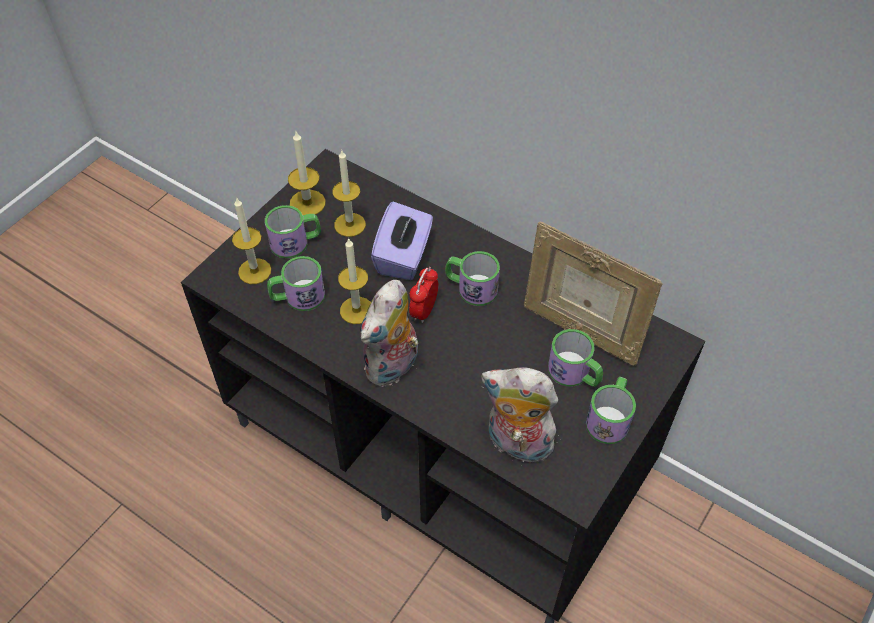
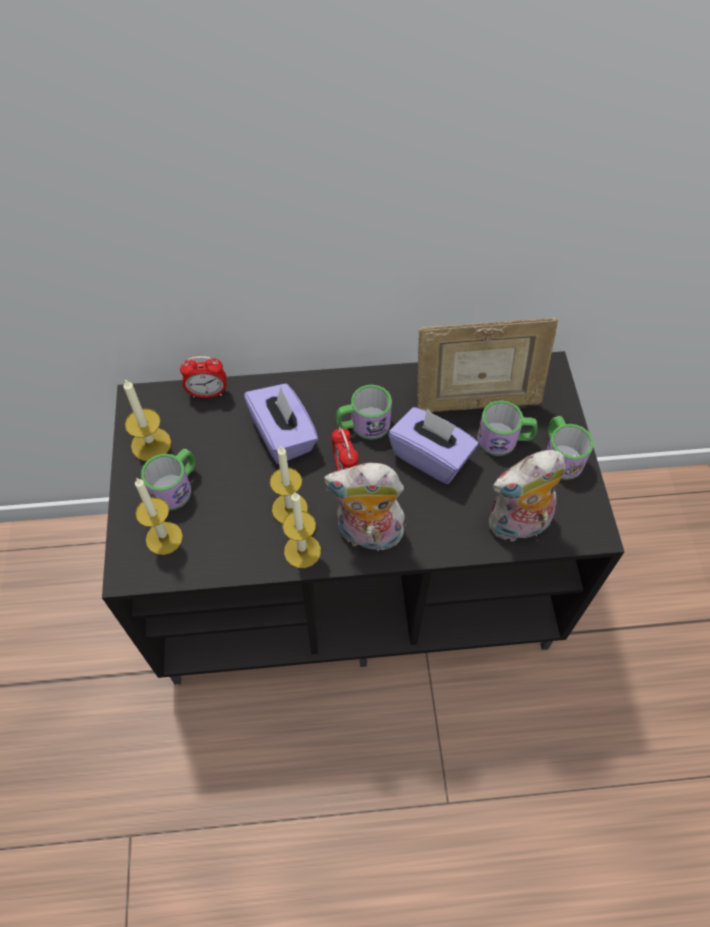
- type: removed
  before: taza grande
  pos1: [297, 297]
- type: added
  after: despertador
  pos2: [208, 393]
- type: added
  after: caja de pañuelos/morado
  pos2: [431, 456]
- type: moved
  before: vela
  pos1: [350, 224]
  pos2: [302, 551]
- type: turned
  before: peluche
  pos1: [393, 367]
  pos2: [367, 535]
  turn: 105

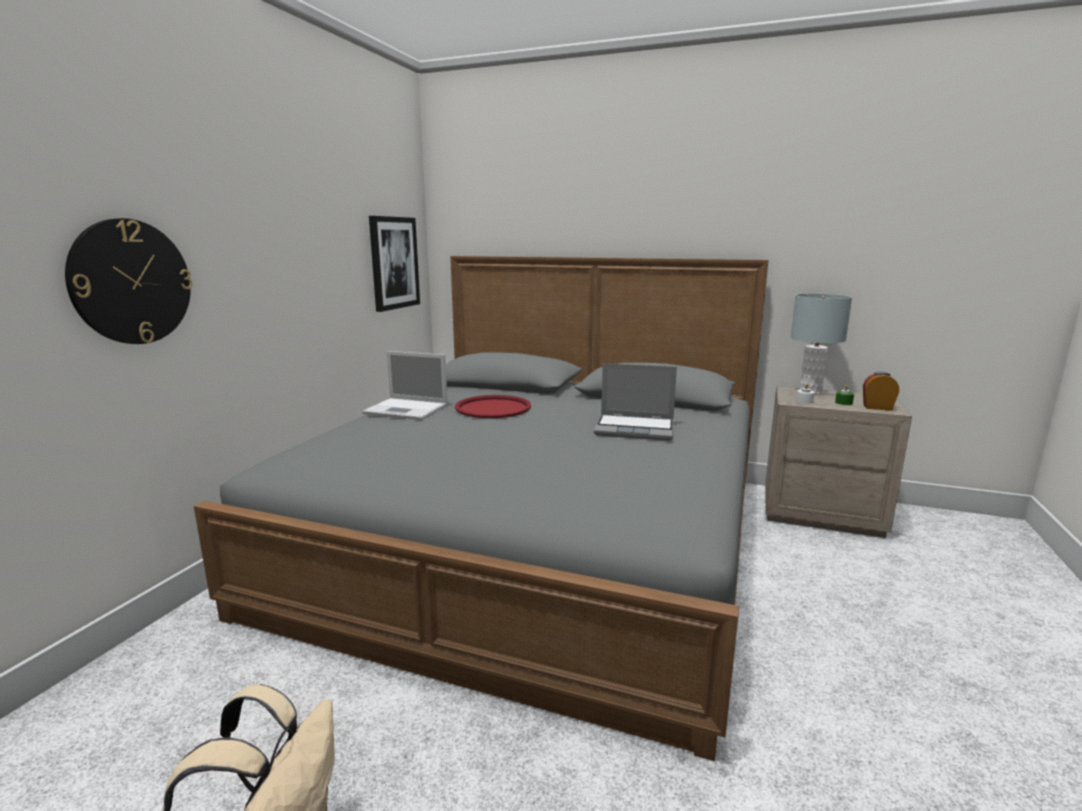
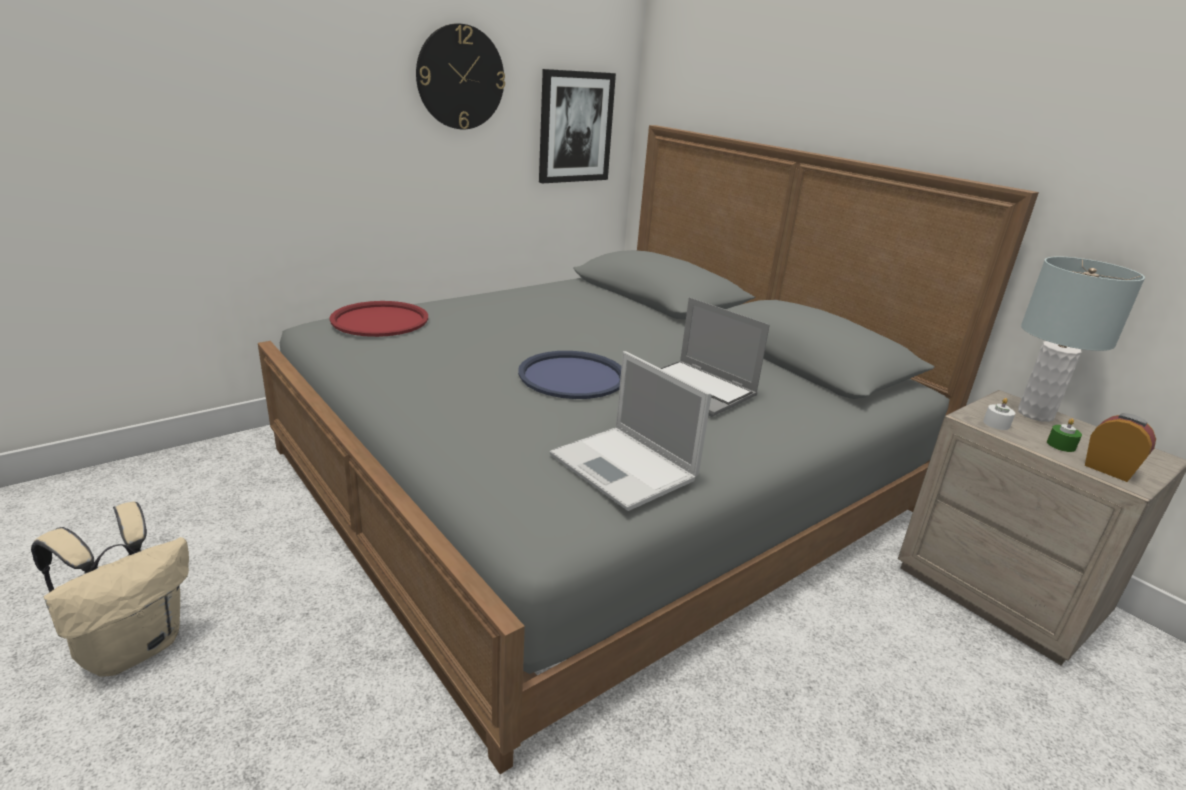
- type: added
  after: bandeja/azul
  pos2: [572, 376]
- type: moved
  before: reloj de pared
  pos1: [131, 282]
  pos2: [460, 77]
- type: moved
  before: portátil
  pos1: [407, 409]
  pos2: [625, 468]
- type: moved
  before: bandeja/rojo
  pos1: [493, 408]
  pos2: [380, 320]

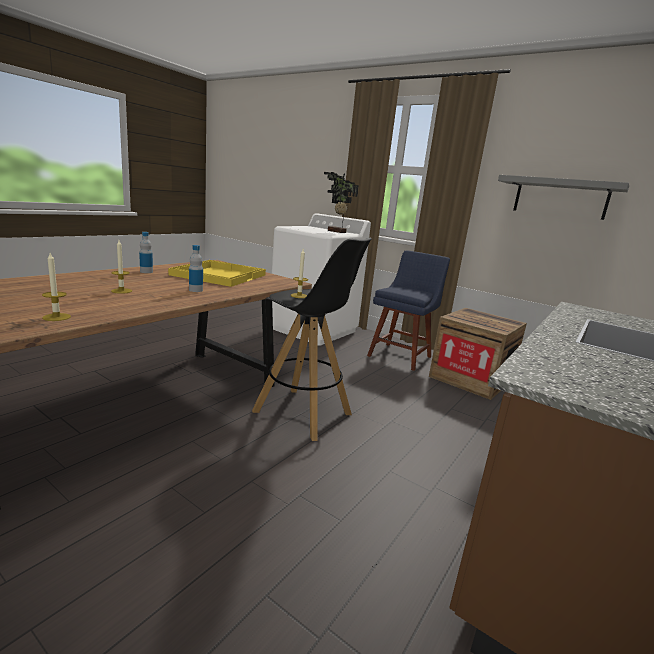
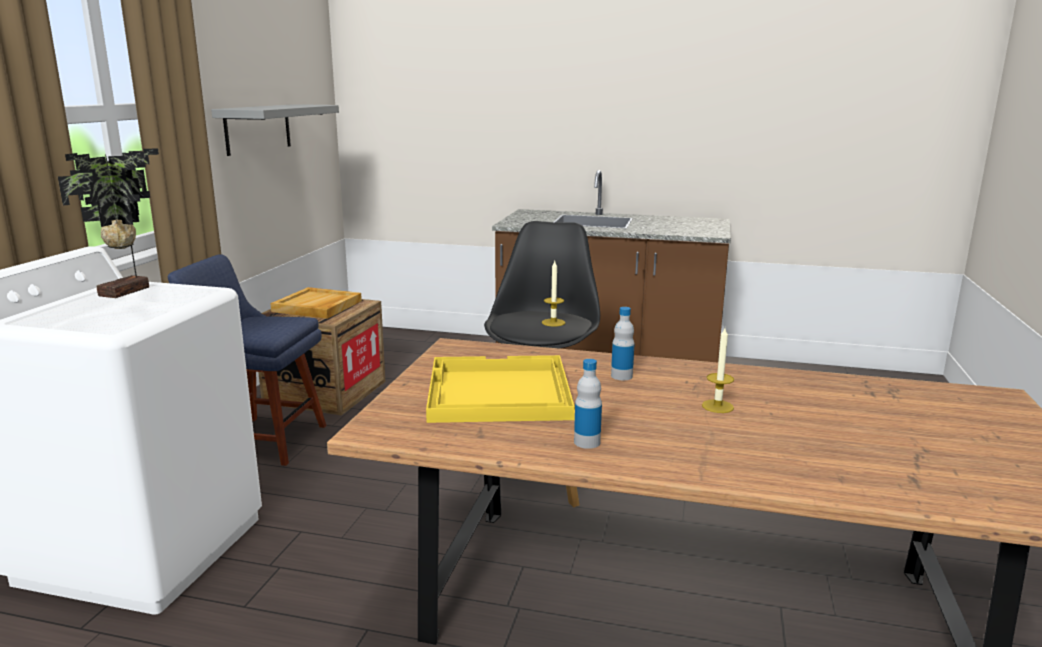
- type: removed
  before: vela
  pos1: [56, 317]
- type: added
  after: bandeja/beis
  pos2: [317, 306]

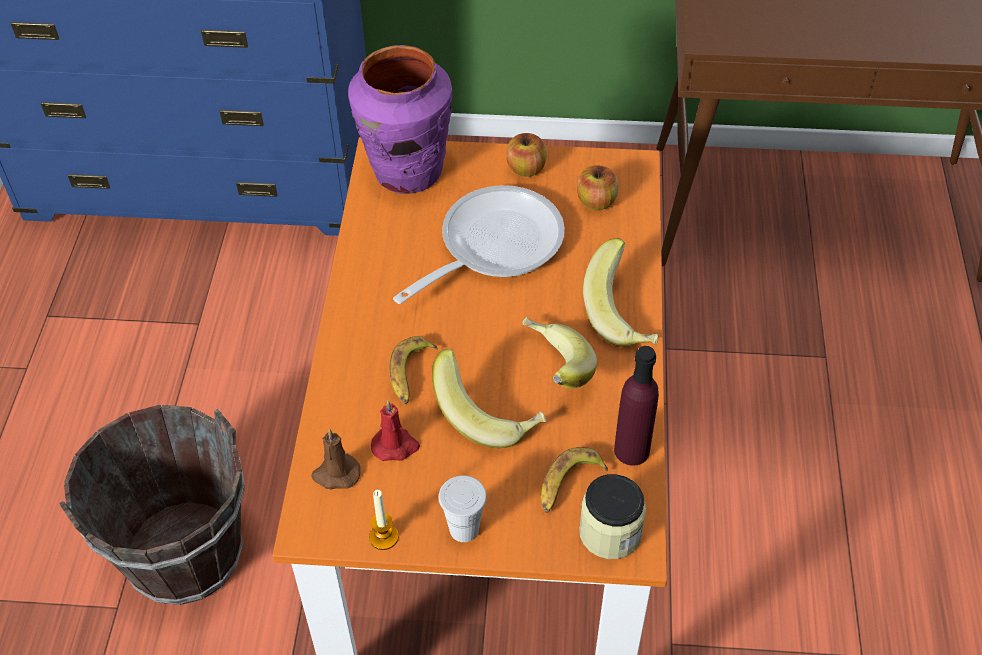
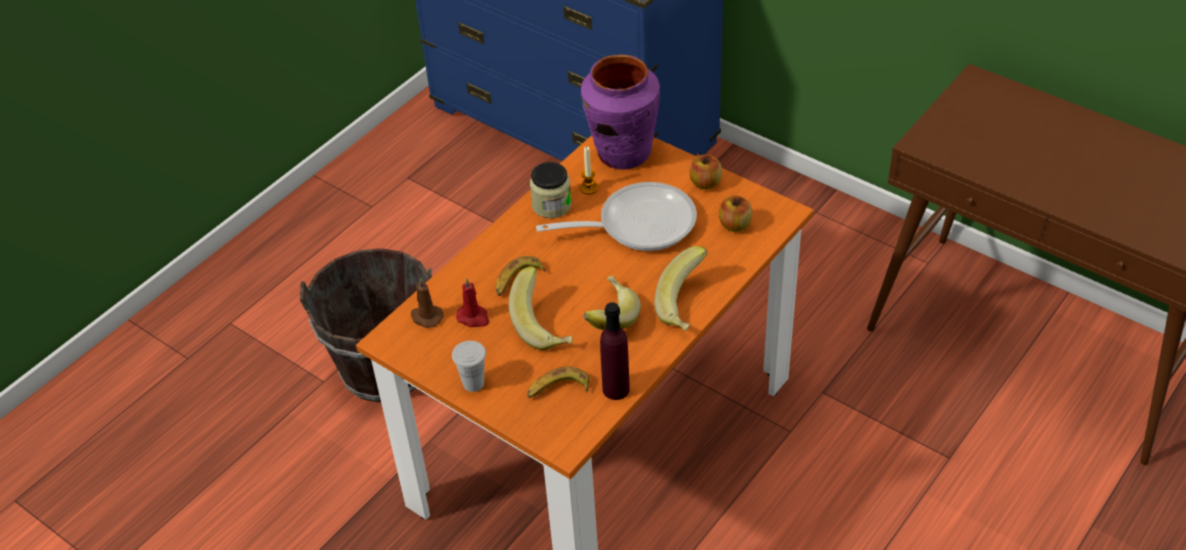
- type: moved
  before: vela
  pos1: [384, 537]
  pos2: [589, 188]
- type: moved
  before: tarro
  pos1: [610, 532]
  pos2: [551, 205]

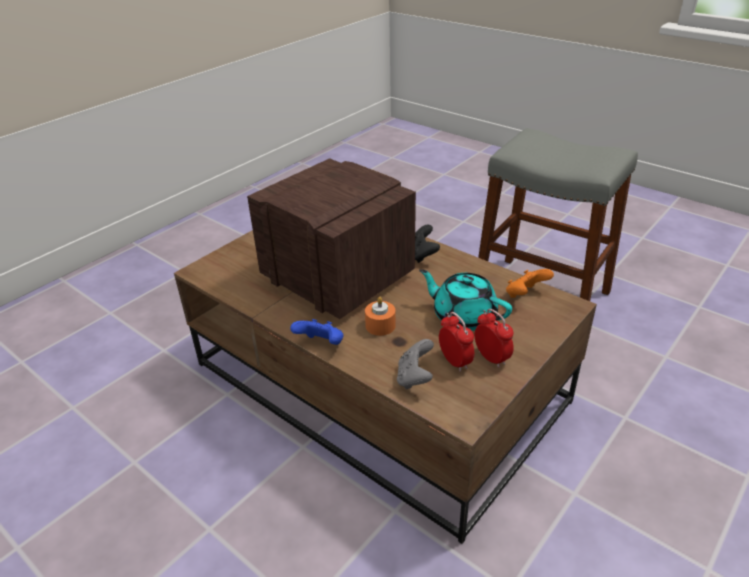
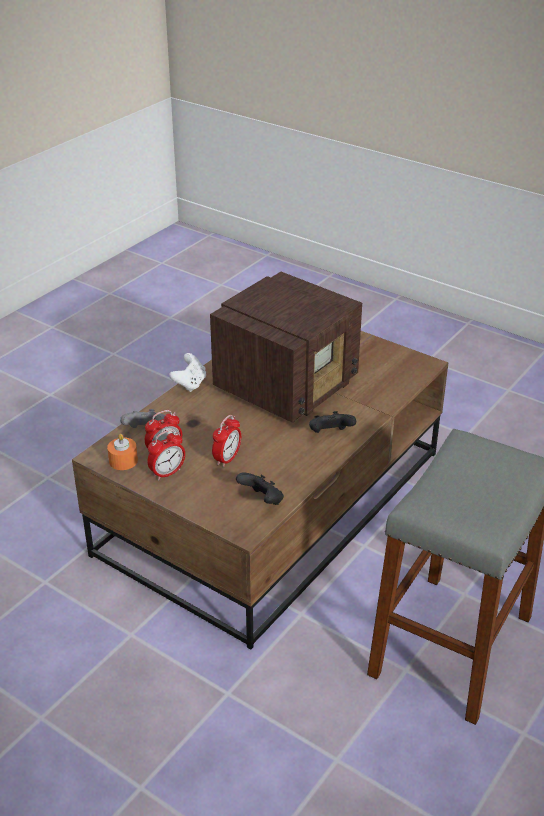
- type: moved
  before: vela/naranja
  pos1: [380, 325]
  pos2: [123, 461]
- type: replaced
  before: tetera/turquesa
  after: despertador
  pos1: [463, 316]
  pos2: [227, 459]
- type: recoloured
  before: mando de consola/azul
  after: mando de consola/blanco
  pos1: [321, 345]
  pos2: [190, 384]
- type: recoloured
  before: mando de consola/naranja
  after: mando de consola/negro
  pos1: [525, 295]
  pos2: [262, 501]

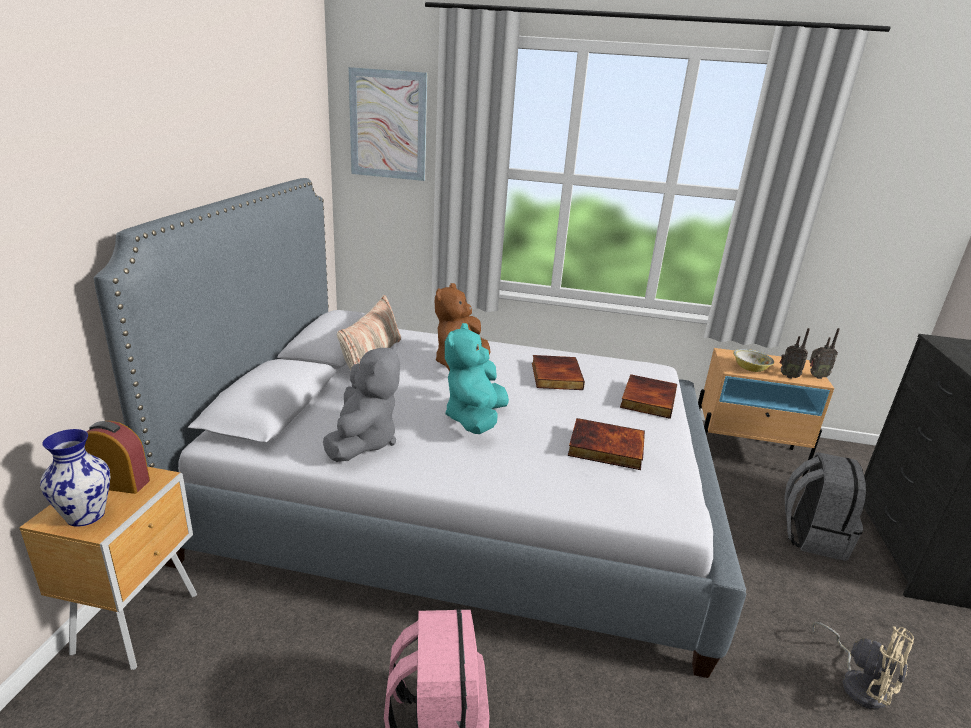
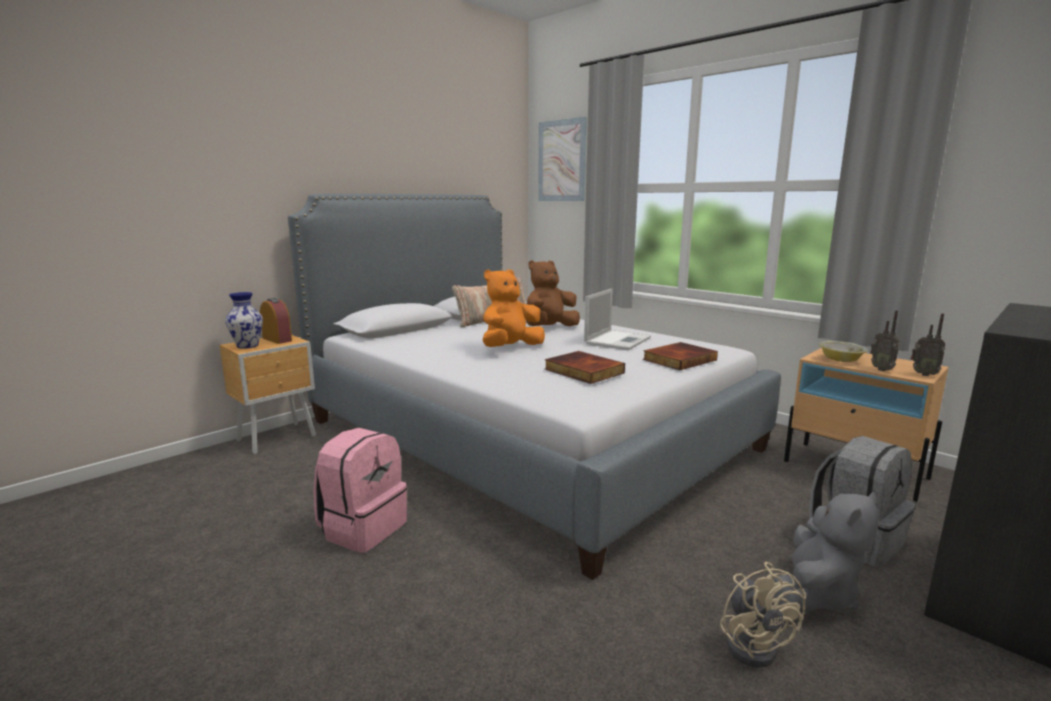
- type: moved
  before: peluche/gris
  pos1: [363, 442]
  pos2: [815, 594]
- type: replaced
  before: libro
  after: portátil
  pos1: [555, 375]
  pos2: [618, 340]
- type: recoloured
  before: peluche/turquesa
  after: peluche/naranja
  pos1: [475, 419]
  pos2: [510, 348]

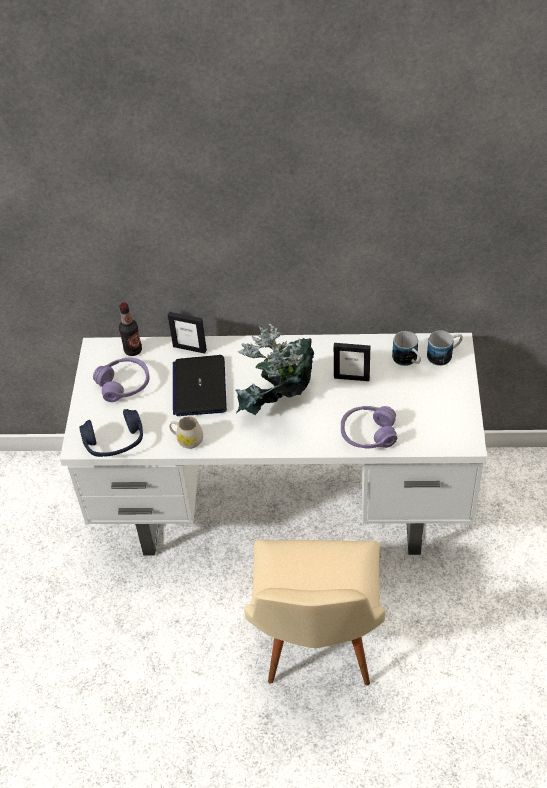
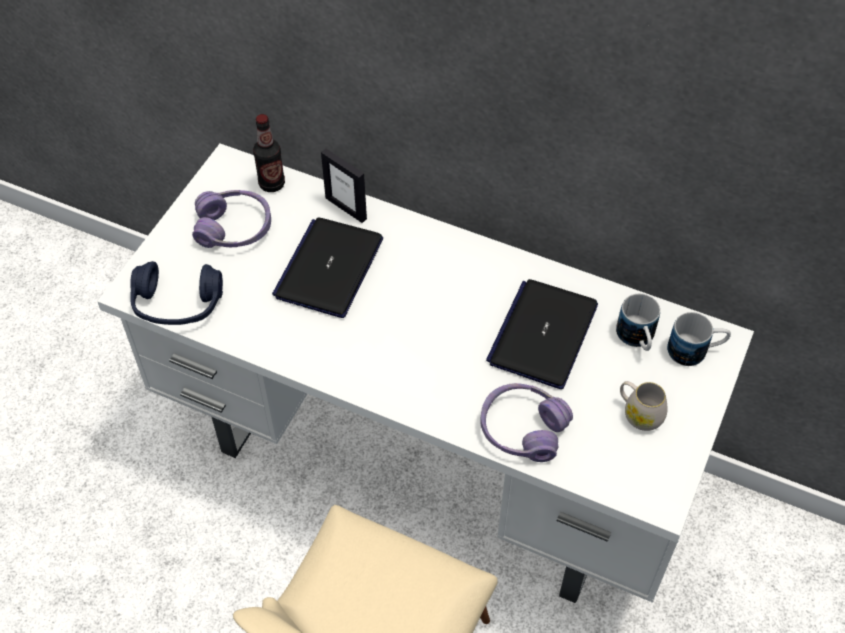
- type: removed
  before: planta en maceta
  pos1: [278, 406]
- type: moved
  before: taza grande/blanco
  pos1: [187, 440]
  pos2: [639, 413]
- type: replaced
  before: portarretratos
  after: portátil
  pos1: [351, 377]
  pos2: [543, 334]

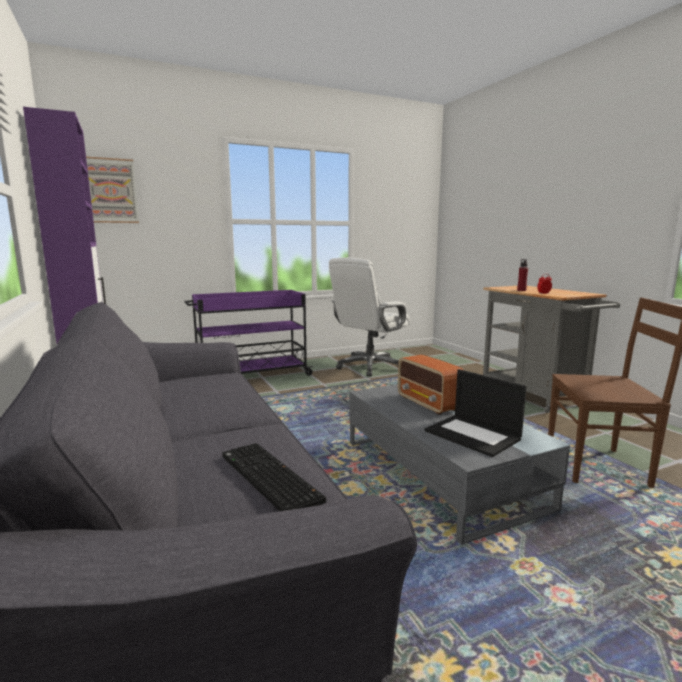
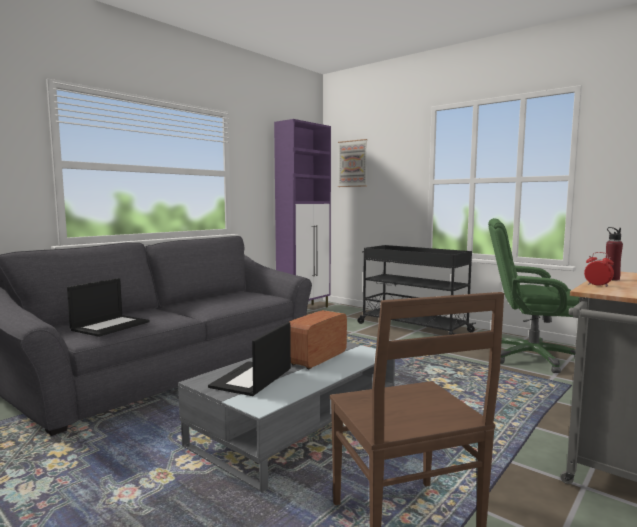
- type: replaced
  before: teclado
  after: portátil
  pos1: [266, 478]
  pos2: [111, 326]
- type: recoloured
  before: carrito/morado
  after: carrito/negro
  pos1: [251, 376]
  pos2: [412, 327]
- type: recoloured
  before: silla de oficina/blanco
  after: silla de oficina/verde
  pos1: [369, 367]
  pos2: [531, 358]

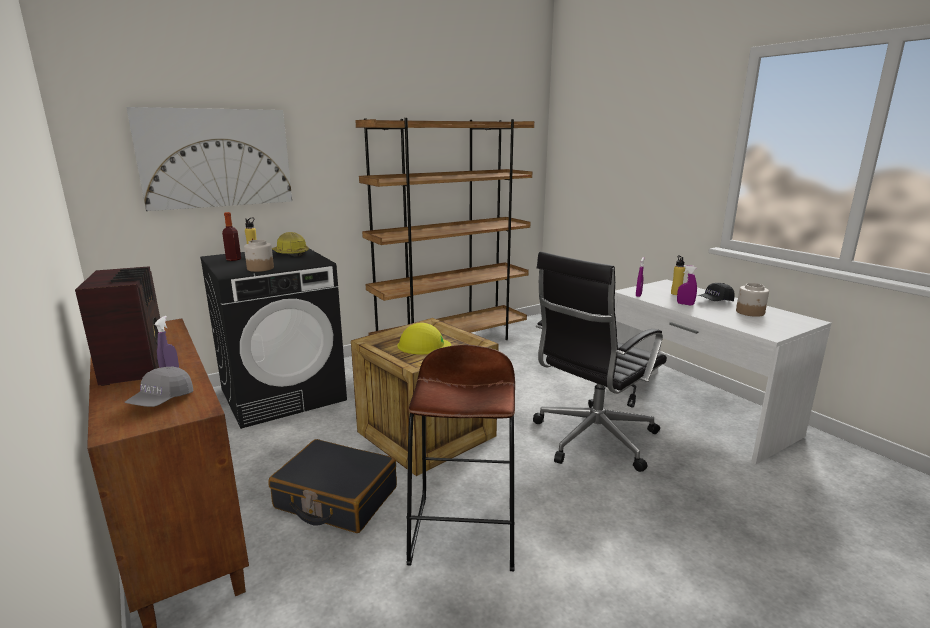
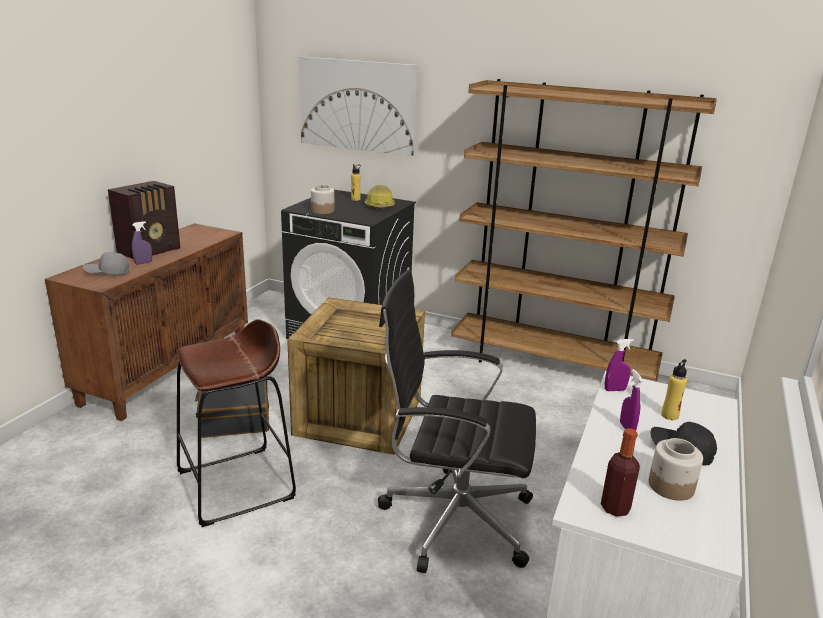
- type: removed
  before: casco/amarillo
  pos1: [423, 345]
- type: moved
  before: botella
  pos1: [233, 259]
  pos2: [615, 508]

